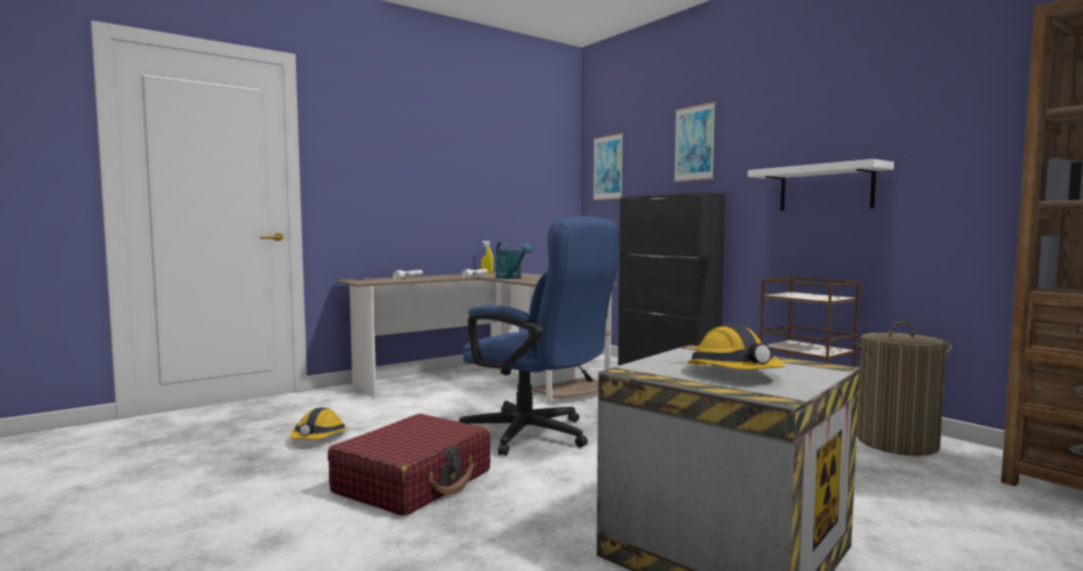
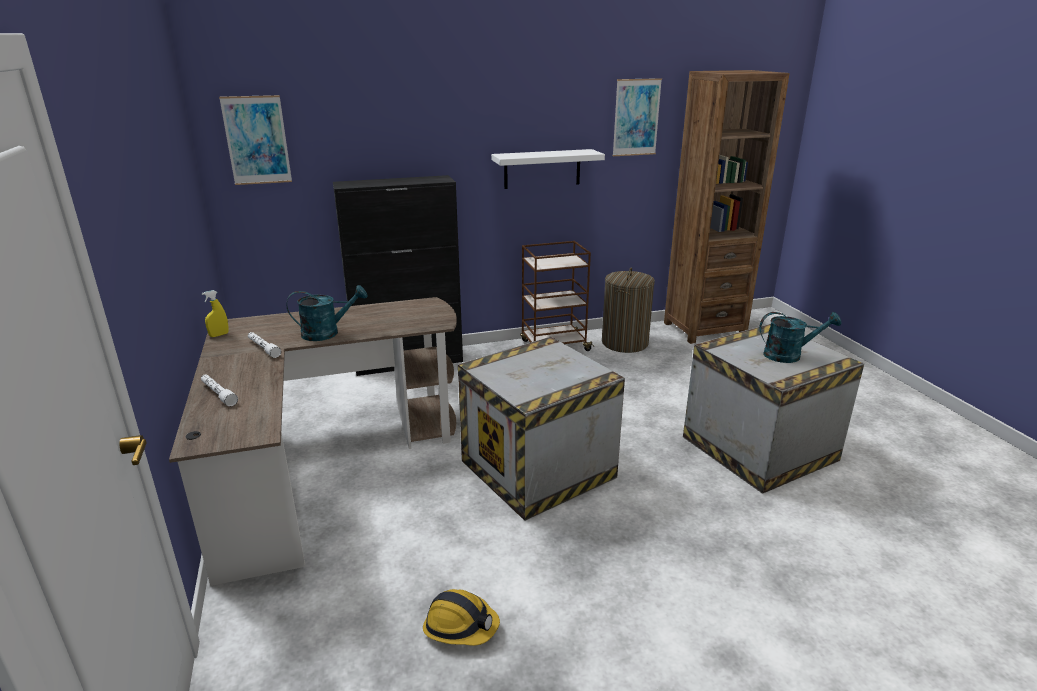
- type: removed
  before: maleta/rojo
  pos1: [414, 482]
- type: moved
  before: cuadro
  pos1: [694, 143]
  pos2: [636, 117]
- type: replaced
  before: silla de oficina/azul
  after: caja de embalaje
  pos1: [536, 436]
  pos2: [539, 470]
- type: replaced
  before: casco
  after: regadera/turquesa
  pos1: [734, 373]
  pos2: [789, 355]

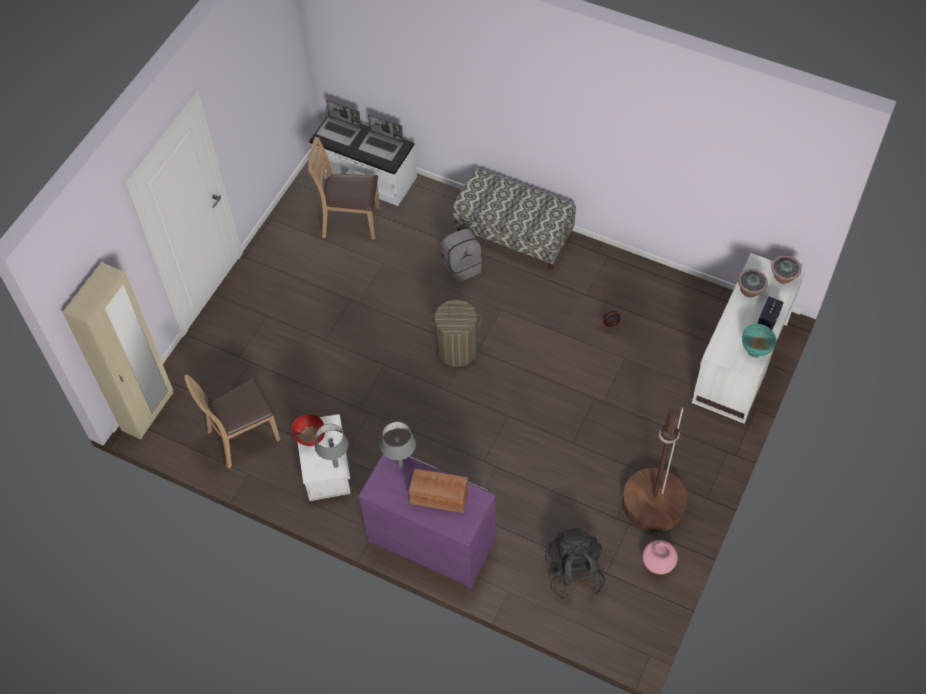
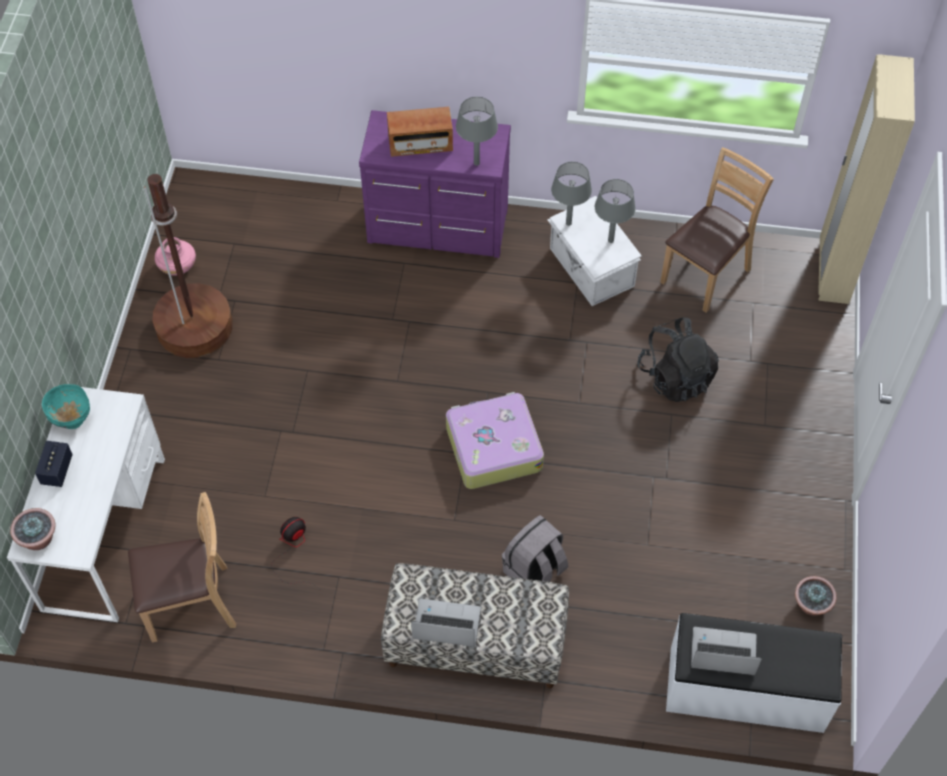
- type: moved
  before: silla/marrón
  pos1: [350, 221]
  pos2: [191, 604]
- type: moved
  before: portátil
  pos1: [339, 131]
  pos2: [445, 625]
- type: moved
  before: mochila/negro
  pos1: [574, 572]
  pos2: [675, 376]
- type: moved
  before: planta en maceta
  pos1: [749, 291]
  pos2: [811, 605]
- type: replaced
  before: cuenco/rojo
  after: lámpara de mesa/gris
  pos1: [311, 439]
  pos2: [611, 240]
- type: replaced
  before: cesto de la ropa
  after: maleta
  pos1: [457, 350]
  pos2: [492, 447]

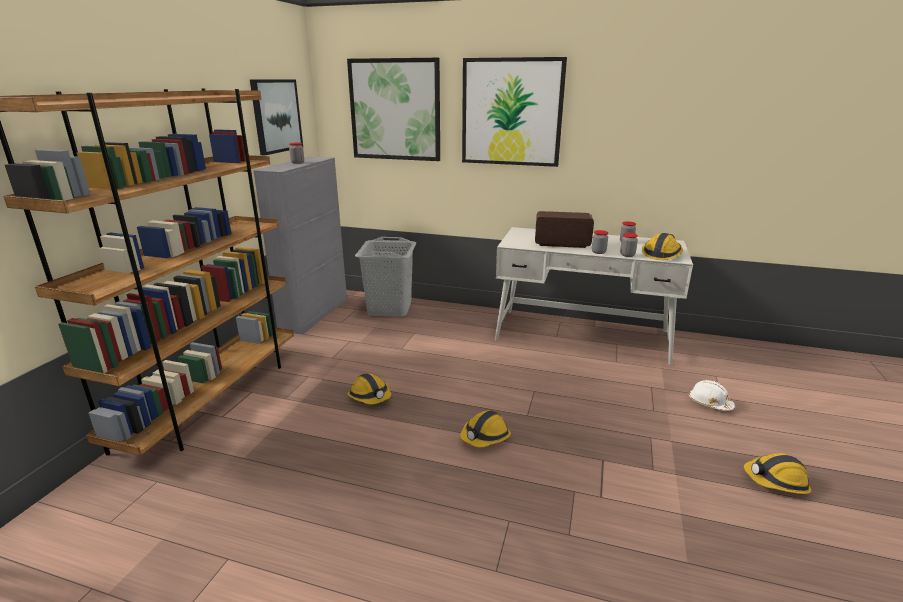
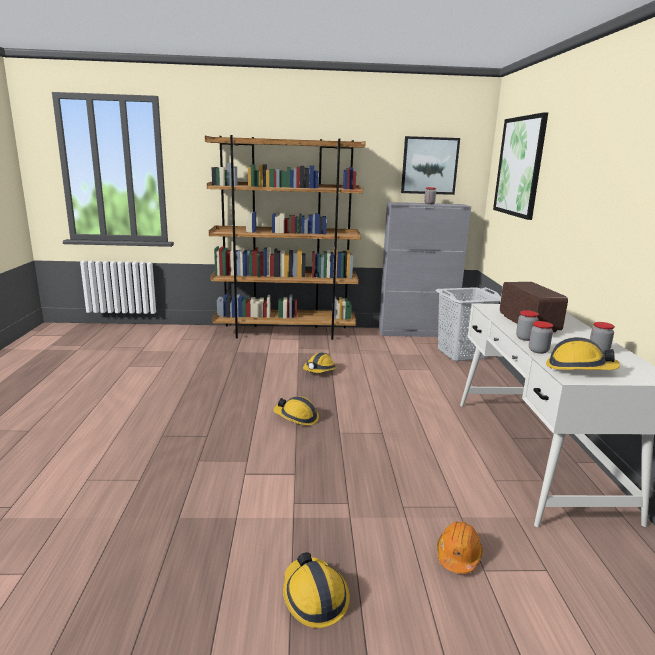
- type: removed
  before: cuadro
  pos1: [511, 112]
- type: recoloured
  before: casco/blanco
  after: casco/naranja
  pos1: [709, 403]
  pos2: [458, 555]

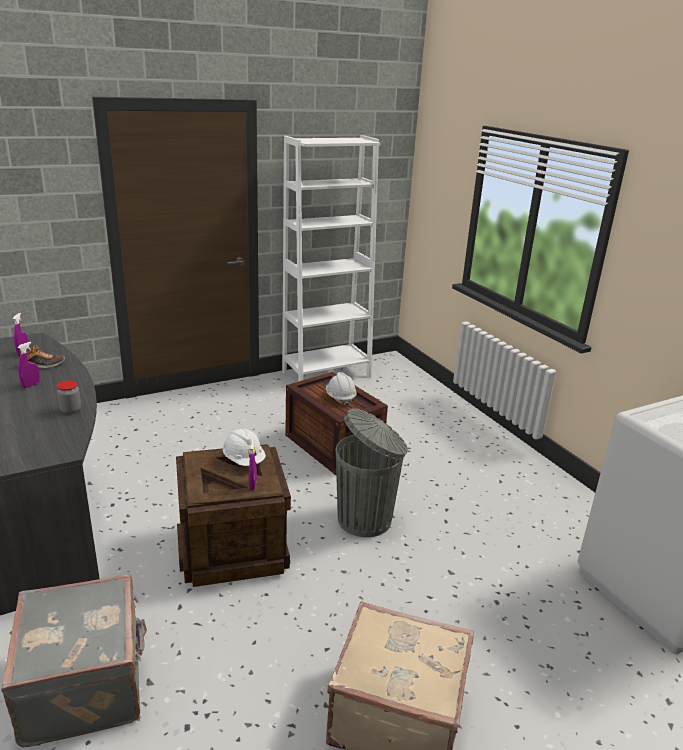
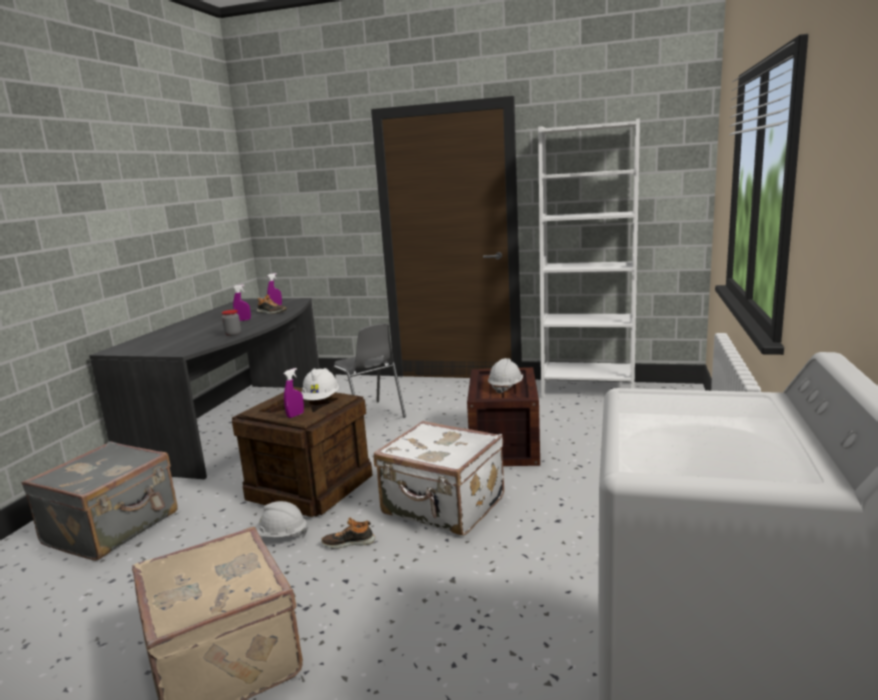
- type: added
  after: casco/blanco
  pos2: [281, 536]
- type: added
  after: zapato
  pos2: [349, 542]
- type: added
  after: silla/gris
  pos2: [369, 415]
- type: replaced
  before: papelera/gris
  after: maleta/blanco
  pos1: [366, 519]
  pos2: [443, 507]

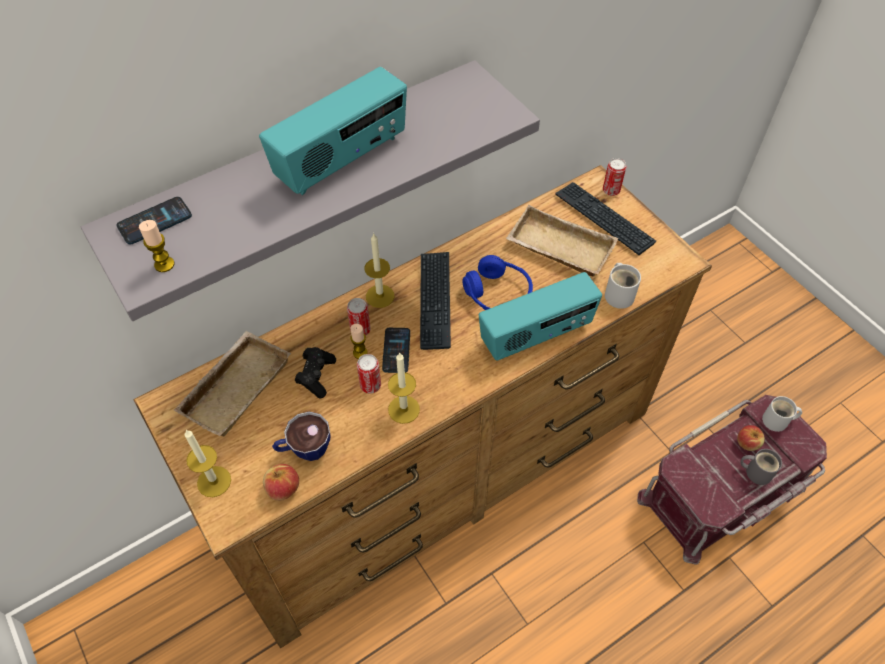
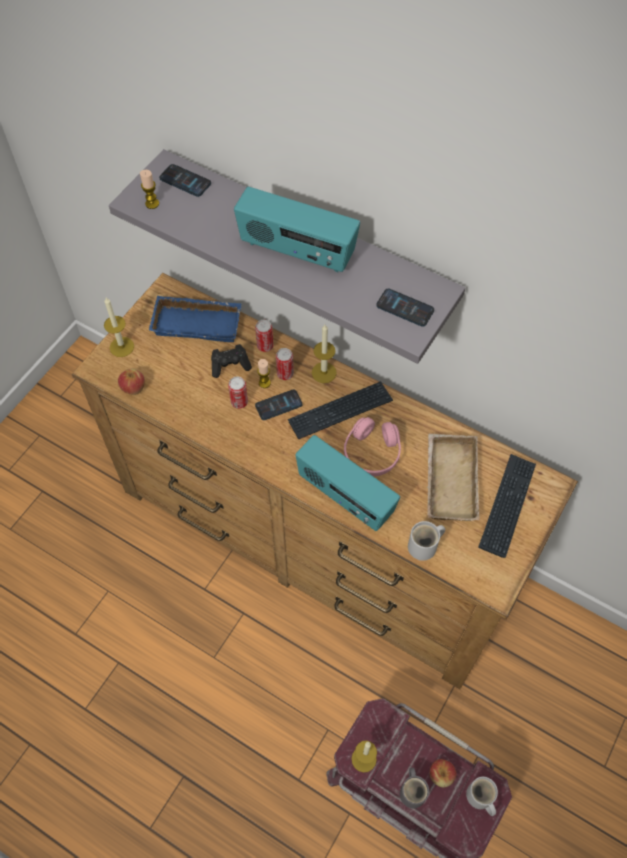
- type: removed
  before: taza
  pos1: [304, 449]
- type: added
  after: móvil
  pos2: [405, 308]
- type: moved
  before: vela
  pos1: [404, 409]
  pos2: [364, 759]
- type: moved
  before: lata
  pos1: [611, 190]
  pos2: [265, 346]
- type: recoloured
  before: bandeja/beis
  after: bandeja/azul
  pos1: [235, 386]
  pos2: [198, 322]
- type: recoloured
  before: auriculares/azul
  after: auriculares/rosa
  pos1: [498, 294]
  pos2: [372, 453]

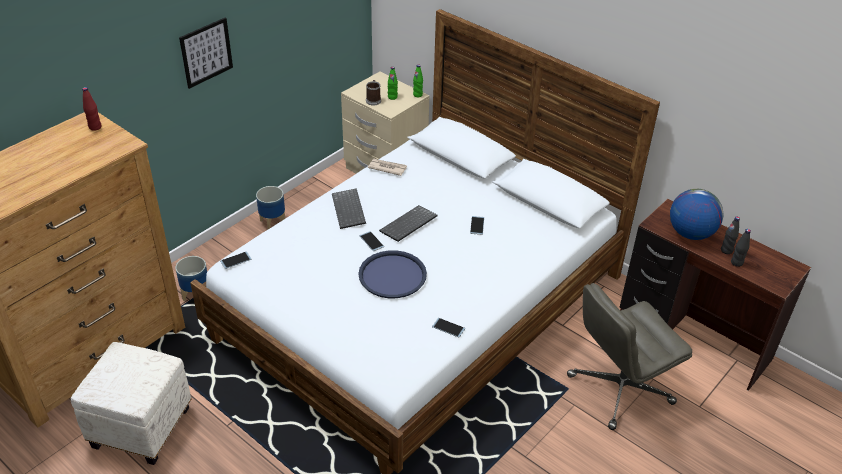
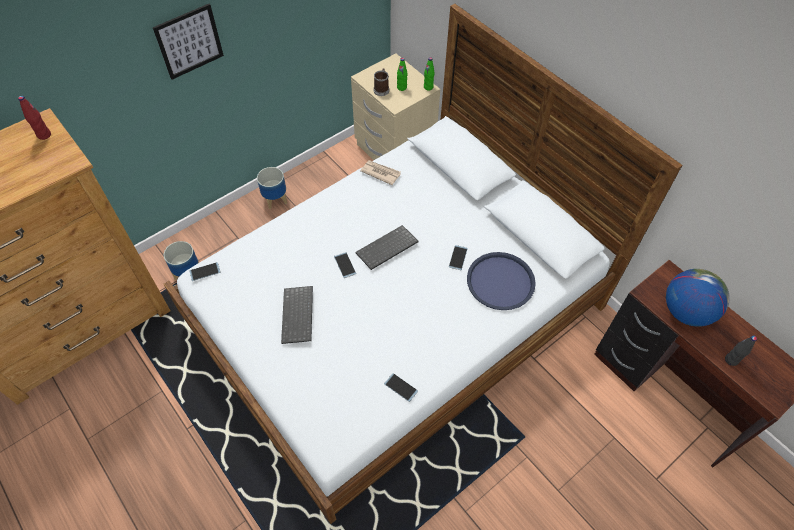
- type: removed
  before: puf/blanco
  pos1: [141, 426]
- type: removed
  before: silla de oficina/gris
  pos1: [619, 390]
- type: removed
  before: botella/negro
  pos1: [726, 250]
- type: moved
  before: teclado
  pos1: [349, 210]
  pos2: [298, 316]
- type: moved
  before: bandeja/azul
  pos1: [392, 275]
  pos2: [500, 281]

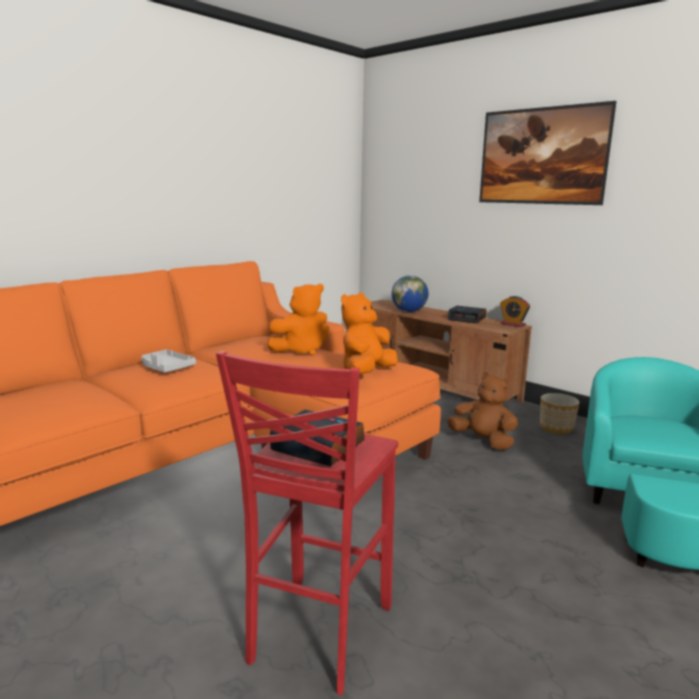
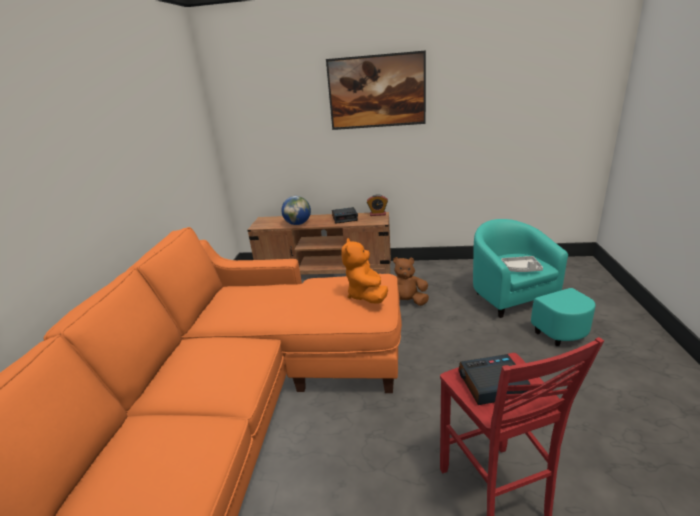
- type: removed
  before: peluche/naranja
  pos1: [301, 351]
- type: removed
  before: maceta
  pos1: [556, 428]
- type: moved
  before: bandeja/gris
  pos1: [166, 368]
  pos2: [521, 269]

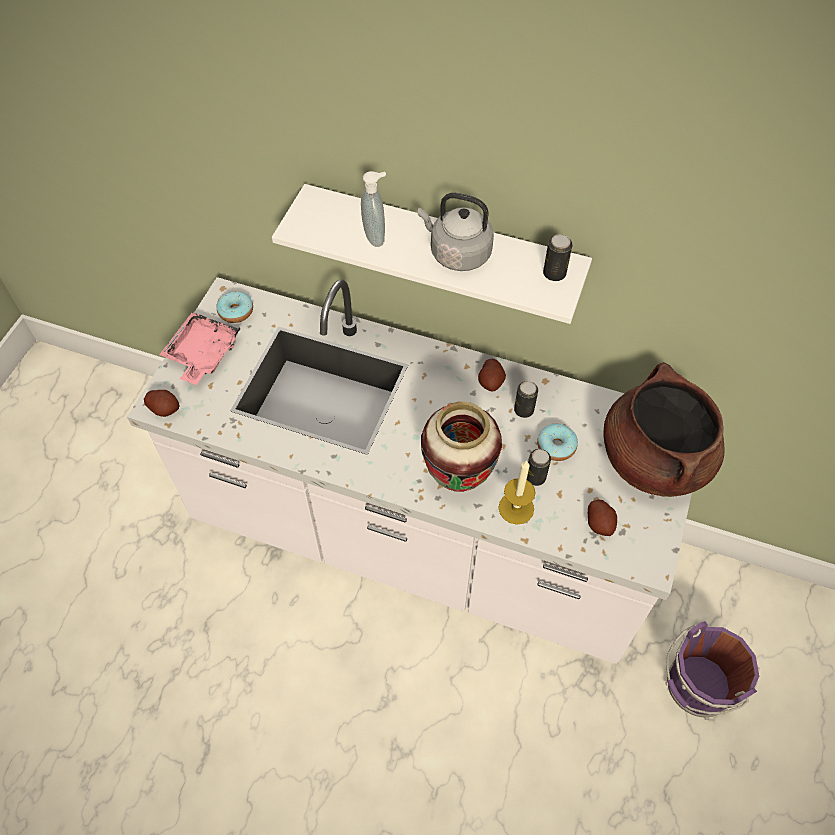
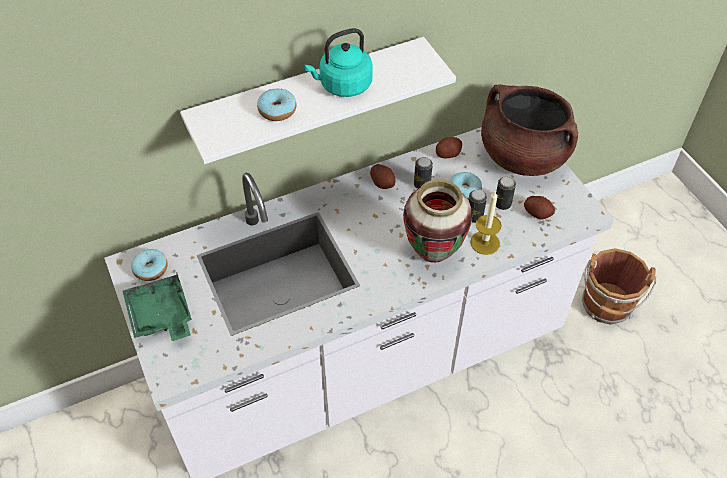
- type: moved
  before: patata
  pos1: [164, 408]
  pos2: [448, 154]
- type: moved
  before: lata
  pos1: [554, 273]
  pos2: [502, 204]
- type: replaced
  before: dispensador de jabón
  after: rosquilla
  pos1: [376, 237]
  pos2: [277, 110]
- type: recoloured
  before: bandeja/rosa
  after: bandeja/verde
  pos1: [202, 354]
  pos2: [161, 316]
- type: recoloured
  before: hervidor/gris
  after: hervidor/turquesa
  pos1: [457, 253]
  pos2: [343, 86]
- type: recoloured
  before: cubo/morado
  after: cubo/marrón
  pos1: [696, 687]
  pos2: [606, 306]

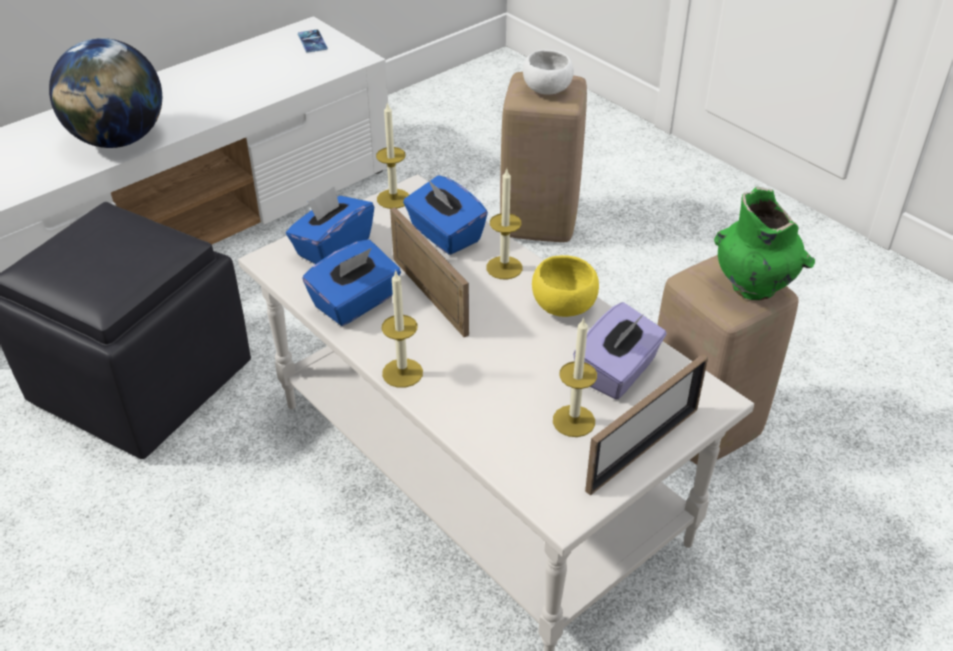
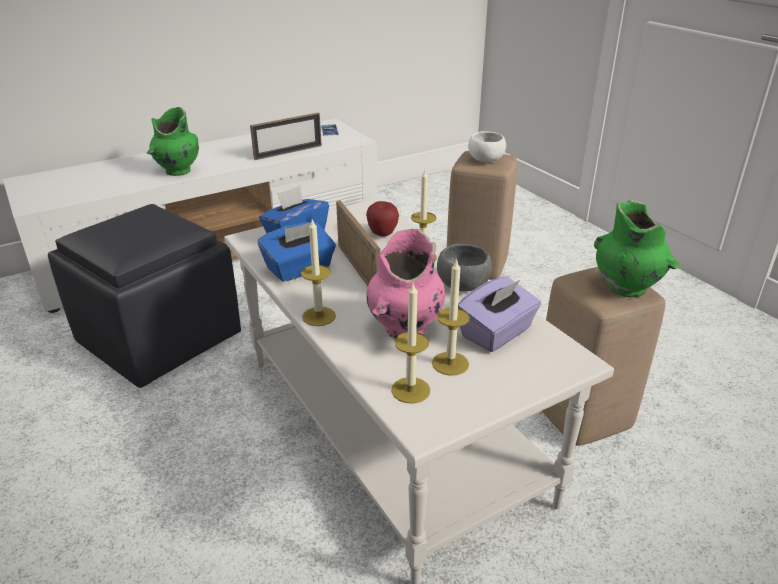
- type: added
  after: florero/rosa
  pos2: [404, 329]
- type: moved
  before: vela
  pos1: [393, 199]
  pos2: [410, 390]
- type: moved
  before: portarretratos
  pos1: [643, 449]
  pos2: [288, 152]
- type: replaced
  before: globo terráqueo
  after: florero/verde
  pos1: [119, 140]
  pos2: [178, 171]
- type: replaced
  before: caja de pañuelos/azul
  after: manzana
  pos1: [444, 234]
  pos2: [382, 234]
- type: recoloured
  before: cuenco/amarillo
  after: cuenco/gris
  pos1: [562, 307]
  pos2: [462, 286]

